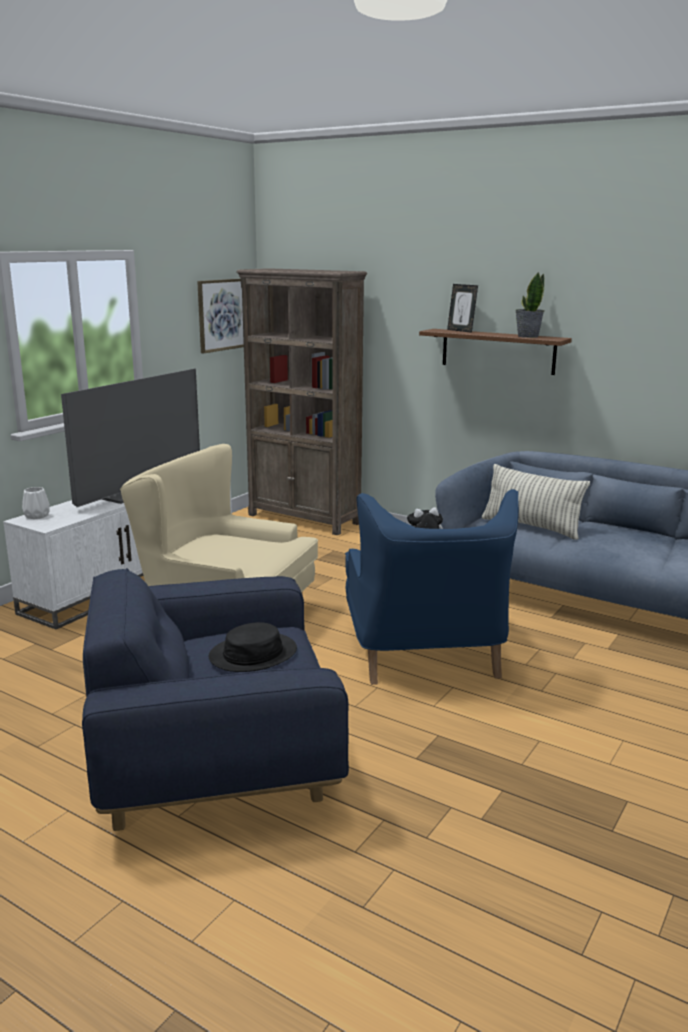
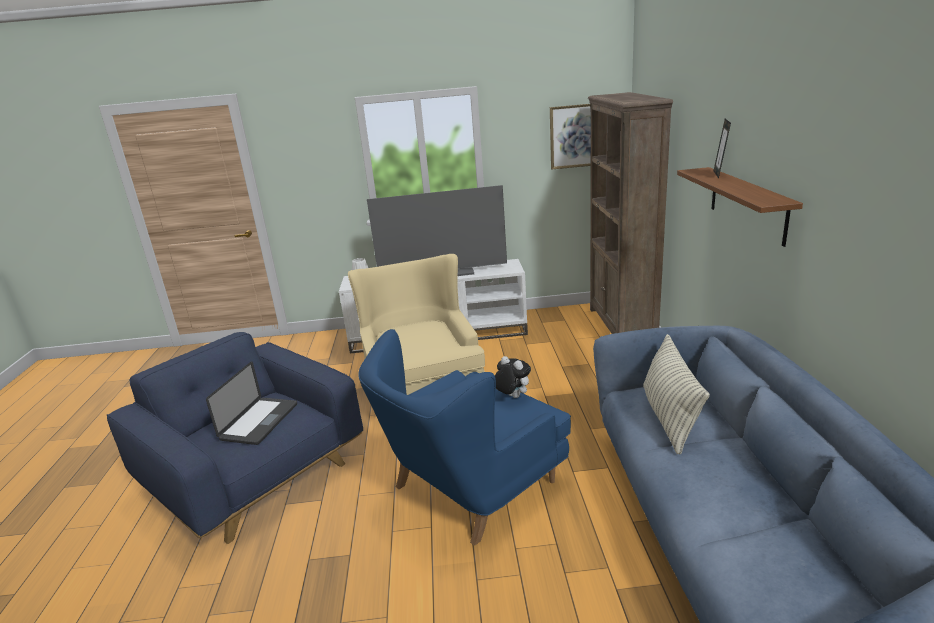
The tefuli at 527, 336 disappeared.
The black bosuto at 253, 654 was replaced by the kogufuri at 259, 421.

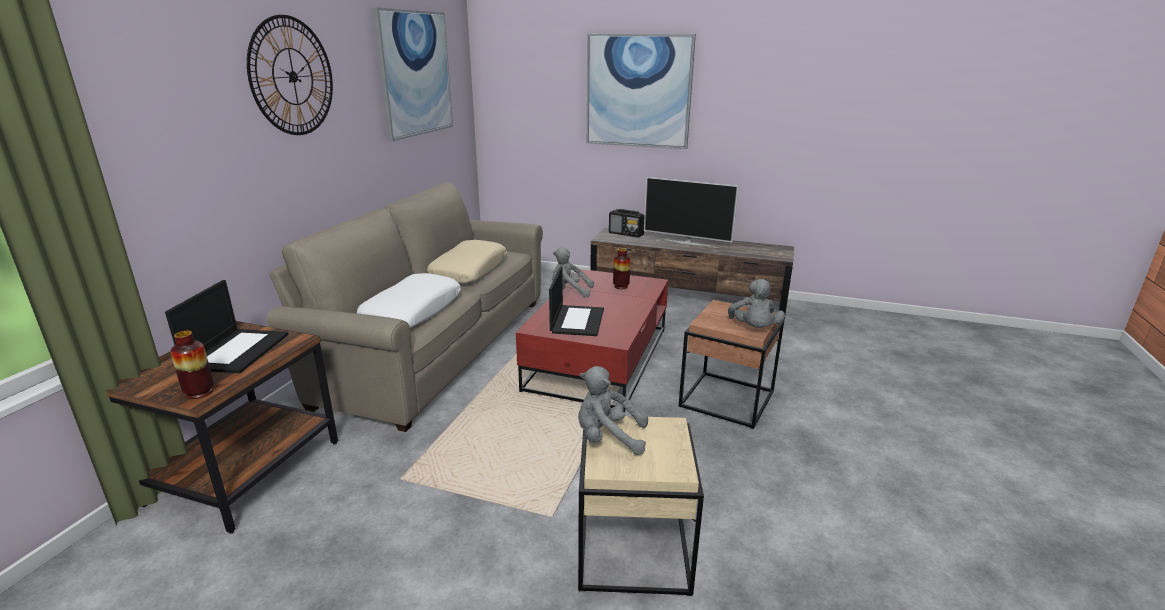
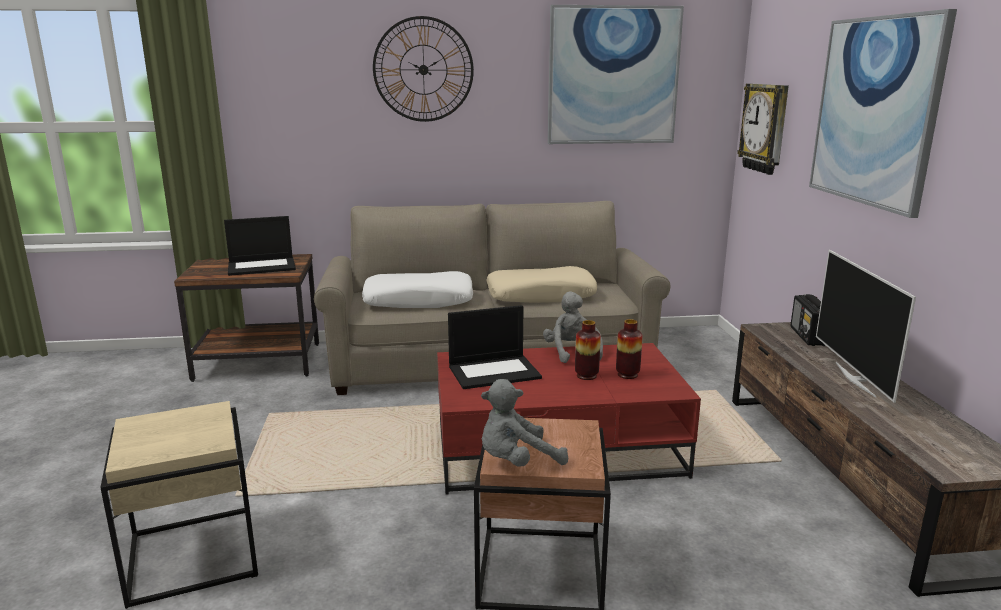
The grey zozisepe at 608, 438 disappeared.
The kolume at 765, 128 appeared.
The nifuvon moved from 199, 393 to 586, 376.

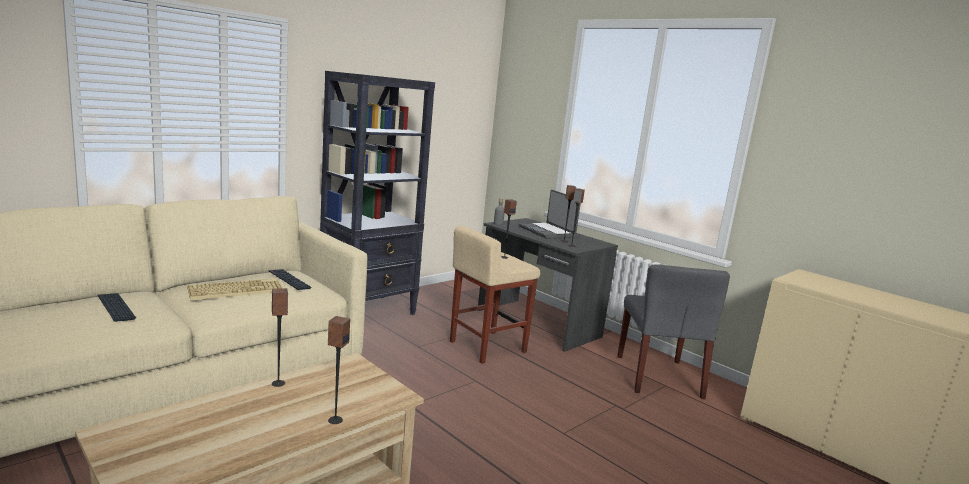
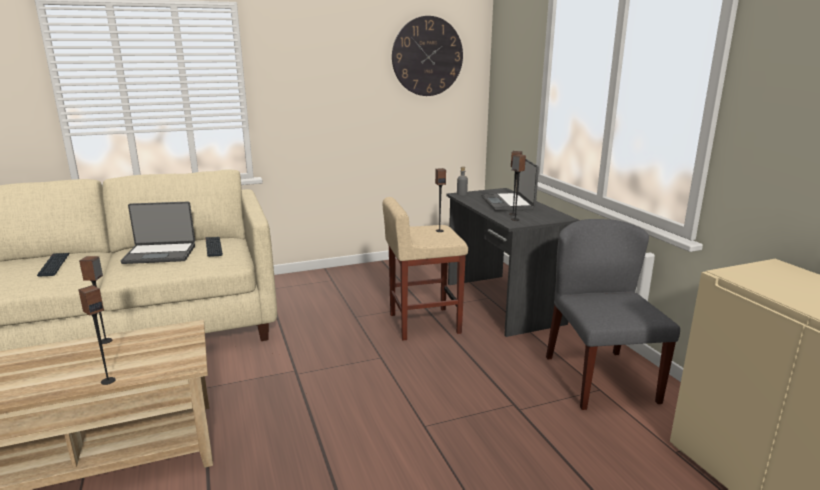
The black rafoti at 368, 312 disappeared.
The kolume at 427, 56 appeared.
The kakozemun at 236, 290 was replaced by the kogufuri at 160, 254.
The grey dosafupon at 658, 376 turned 150 degrees clockwise.

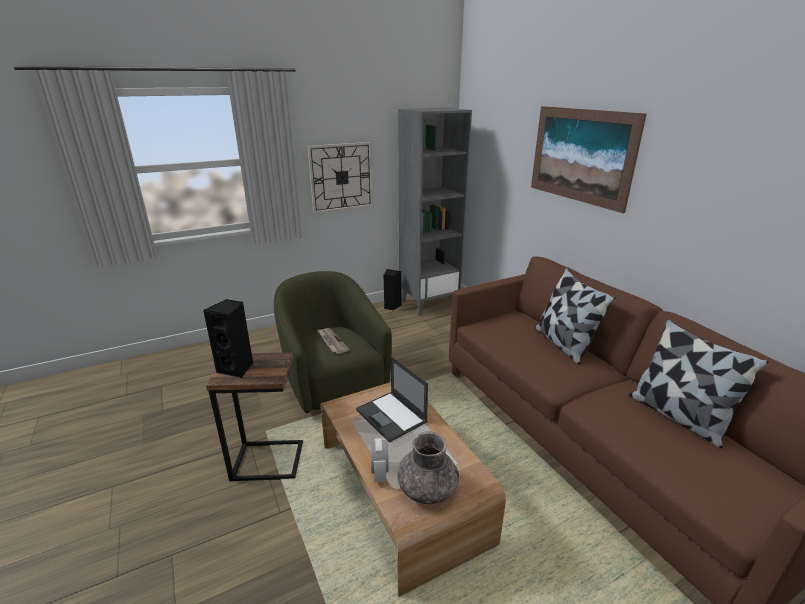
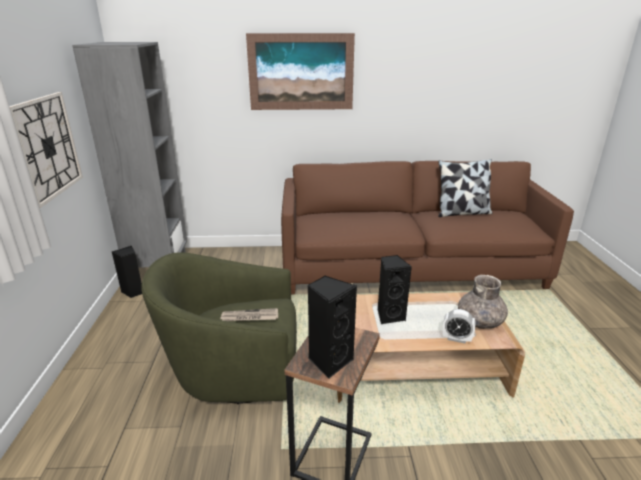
The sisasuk at 563, 344 disappeared.
The kogufuri at 392, 416 was replaced by the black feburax at 389, 316.

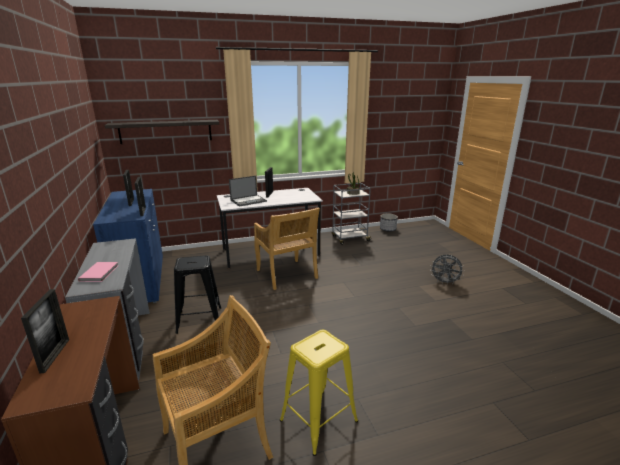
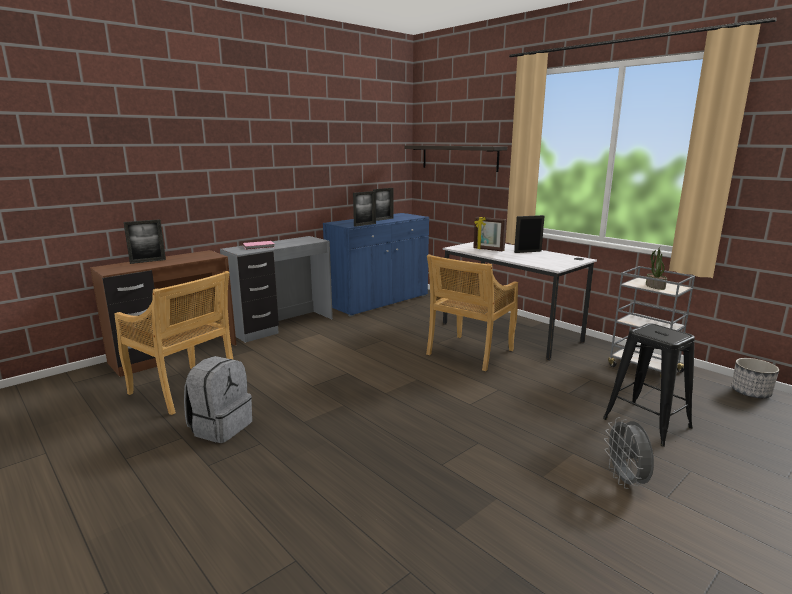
The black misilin moved from 199, 320 to 646, 423.
The kogufuri at 248, 200 was replaced by the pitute at 488, 249.
The yellow misilin at 318, 420 was replaced by the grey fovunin at 220, 427.

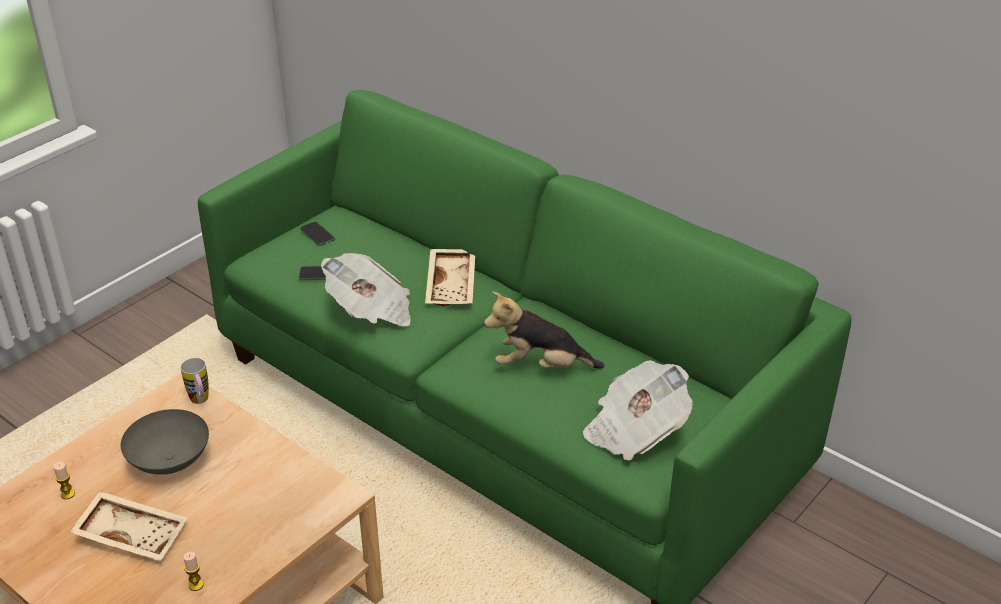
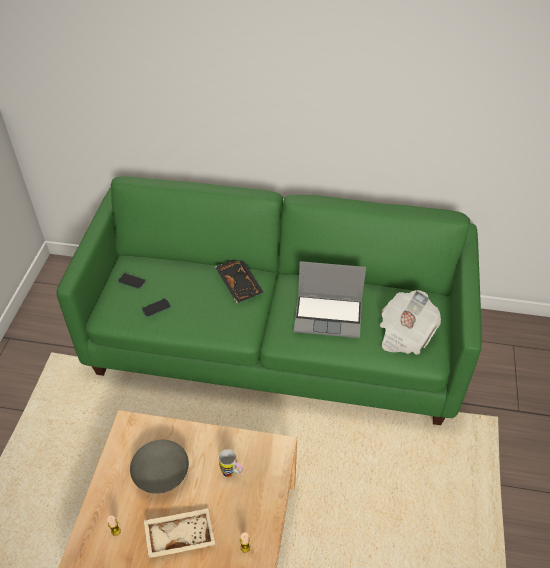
The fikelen at 371, 310 disappeared.
The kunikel moved from 201, 401 to 232, 474.
The zozisepe at 540, 366 was replaced by the kogufuri at 329, 316.
The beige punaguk at 452, 285 became the black punaguk at 240, 284.

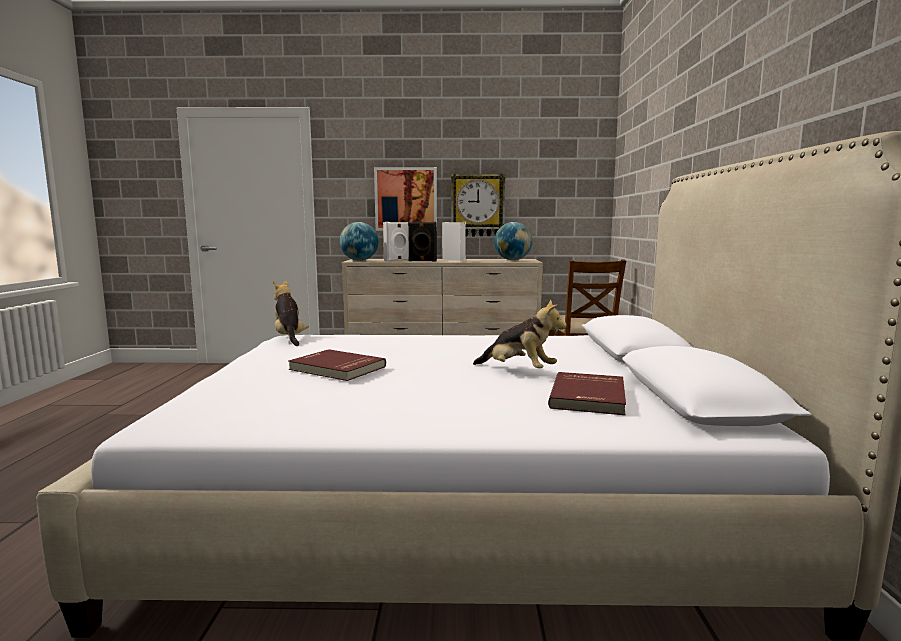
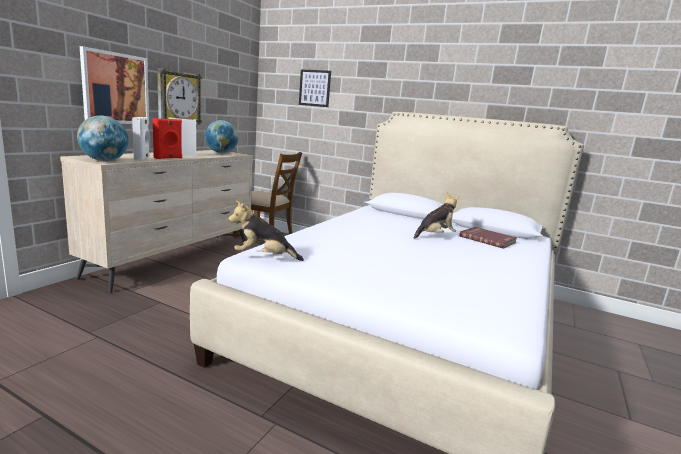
The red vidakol at 336, 368 disappeared.
The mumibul at 314, 88 appeared.
The black feburax at 422, 261 became the red feburax at 168, 158.

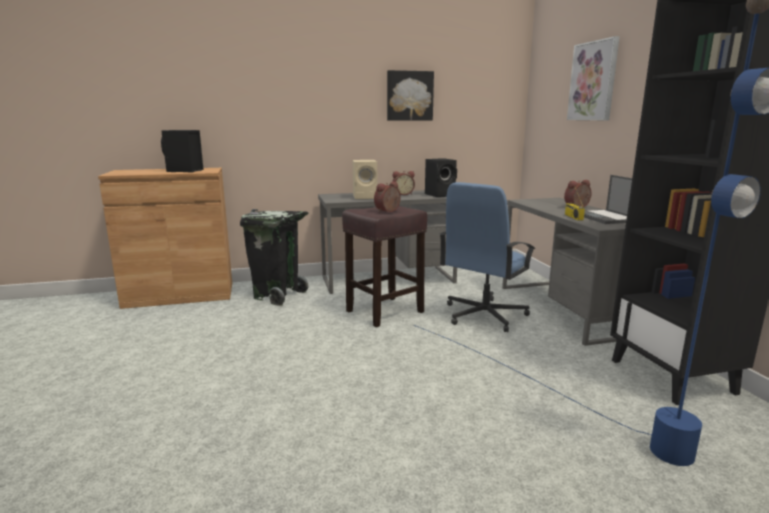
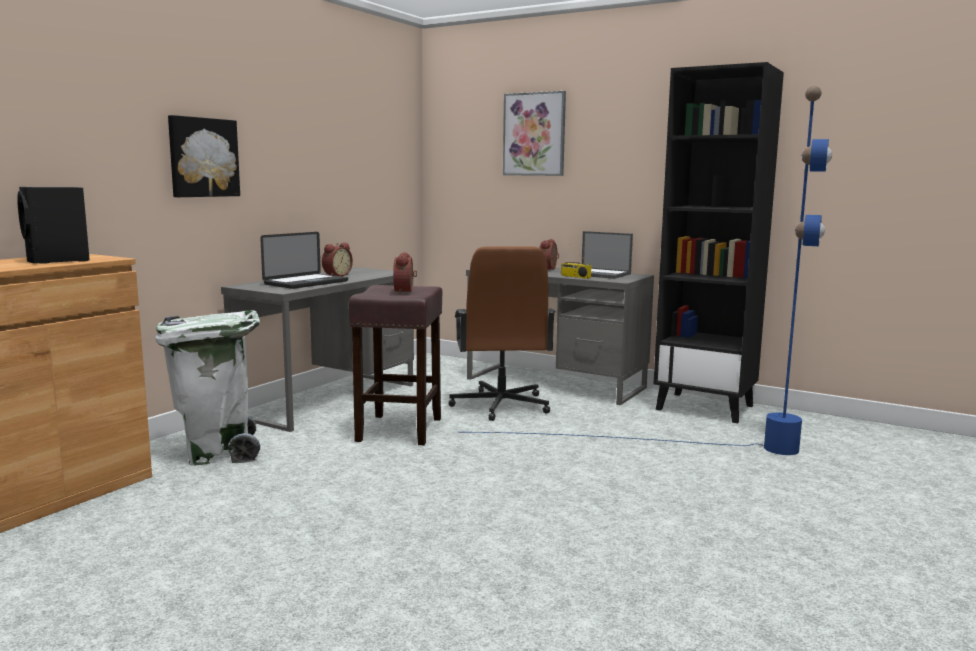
The black feburax at 440, 195 disappeared.
The mumibul moved from 409, 96 to 203, 157.
The beige feburax at 366, 197 was replaced by the kogufuri at 306, 283.
The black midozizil at 277, 295 became the white midozizil at 218, 452.
The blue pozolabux at 483, 315 became the brown pozolabux at 500, 405.

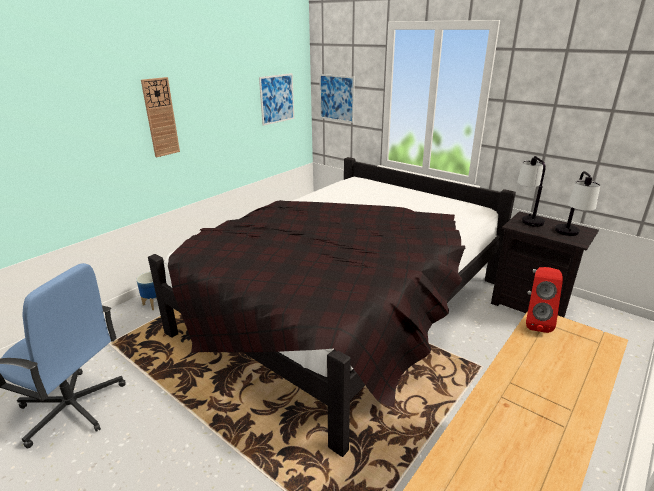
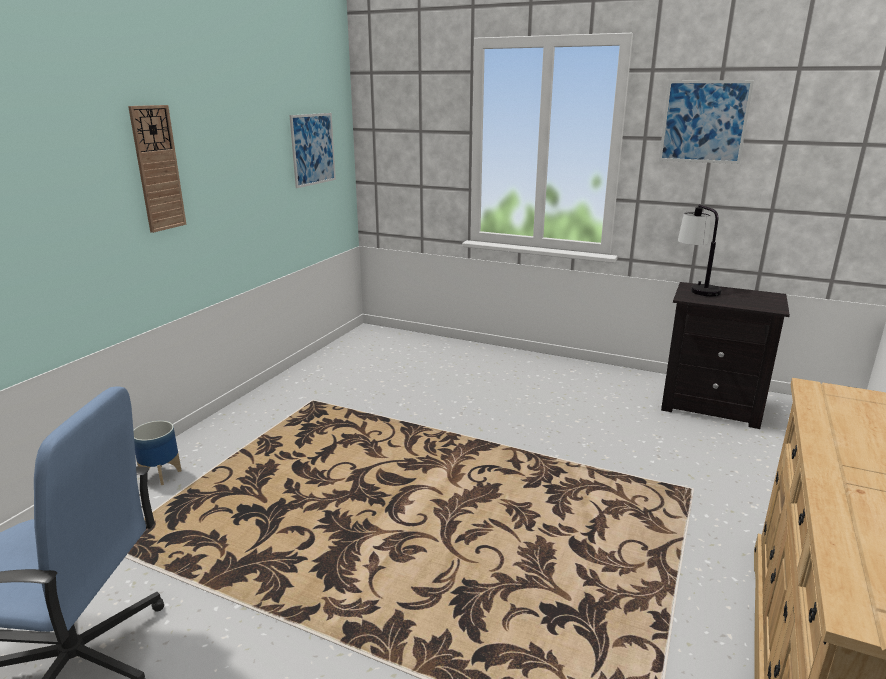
The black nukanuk at 345, 307 disappeared.
The red feburax at 536, 323 disappeared.
The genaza at 569, 236 disappeared.
The mumibul moved from 336, 98 to 704, 122.

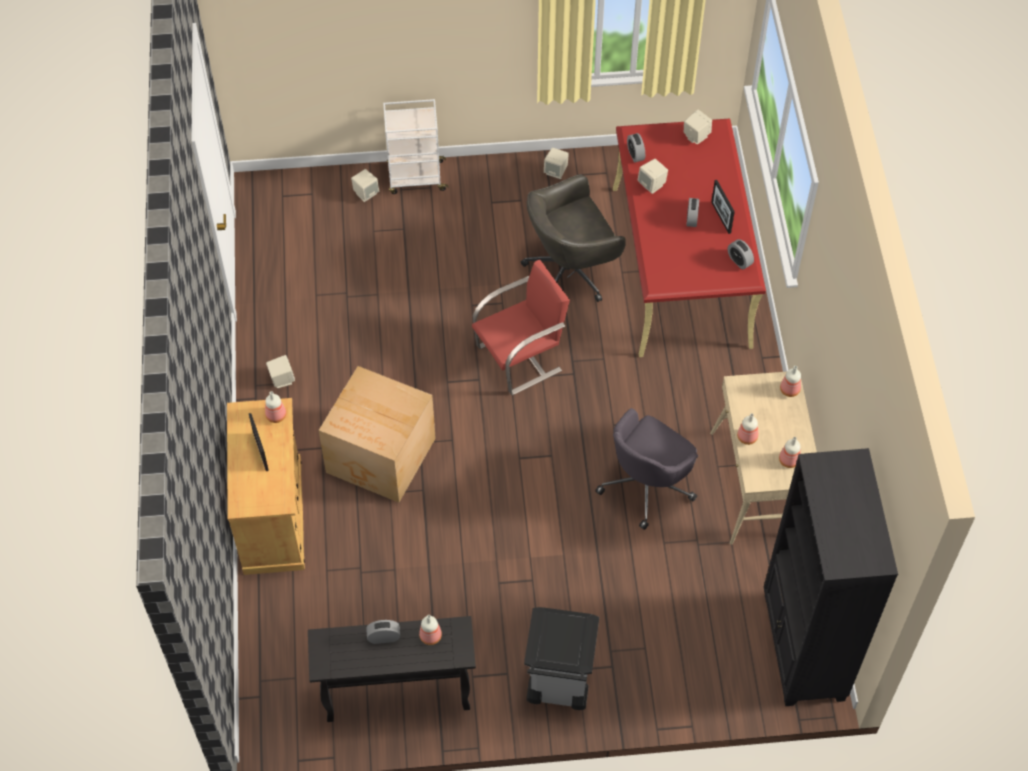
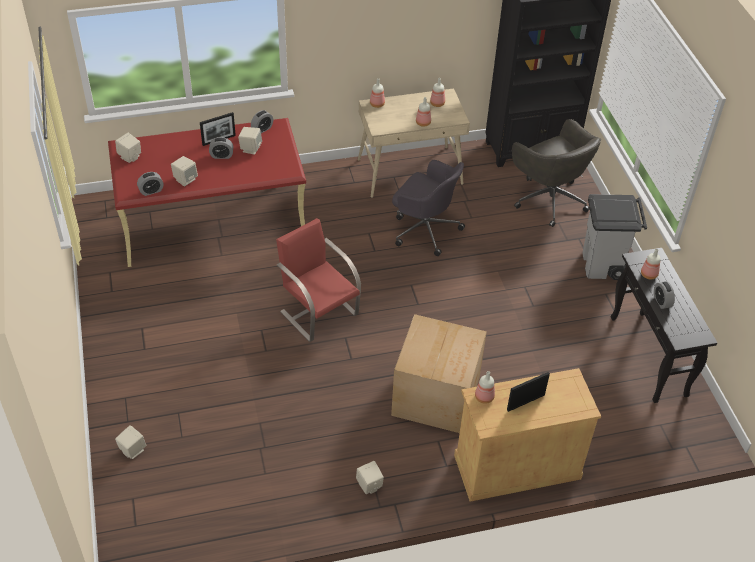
The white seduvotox at 415, 177 disappeared.
The grey pozolabux moved from 571, 271 to 549, 199.
The beige feburax moved from 556, 171 to 250, 148.

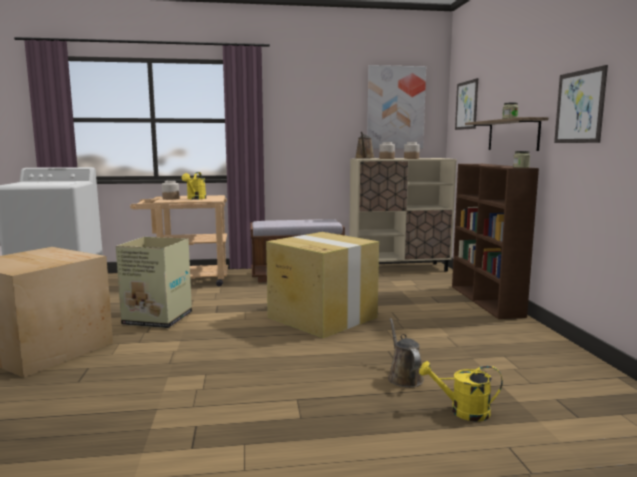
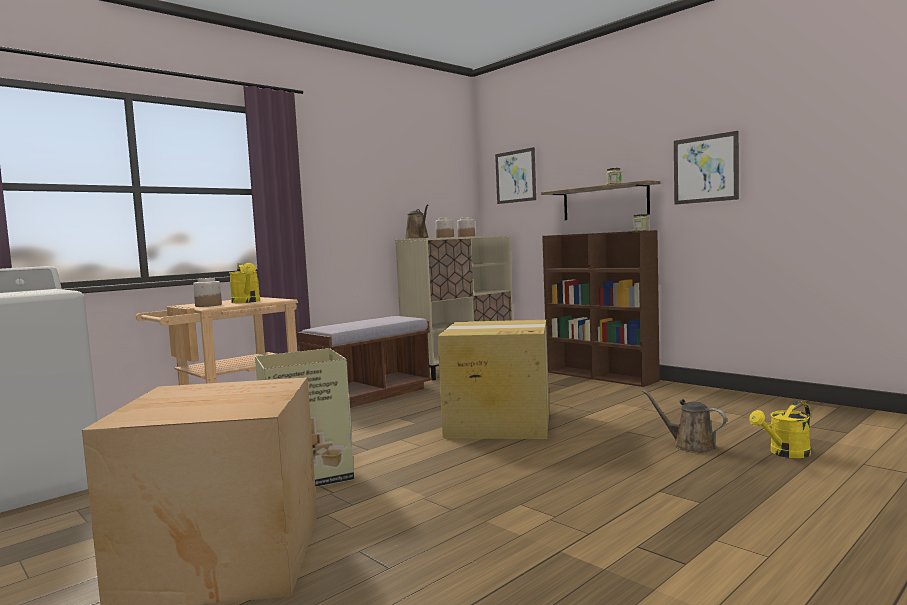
The mumibul at 395, 108 disappeared.

